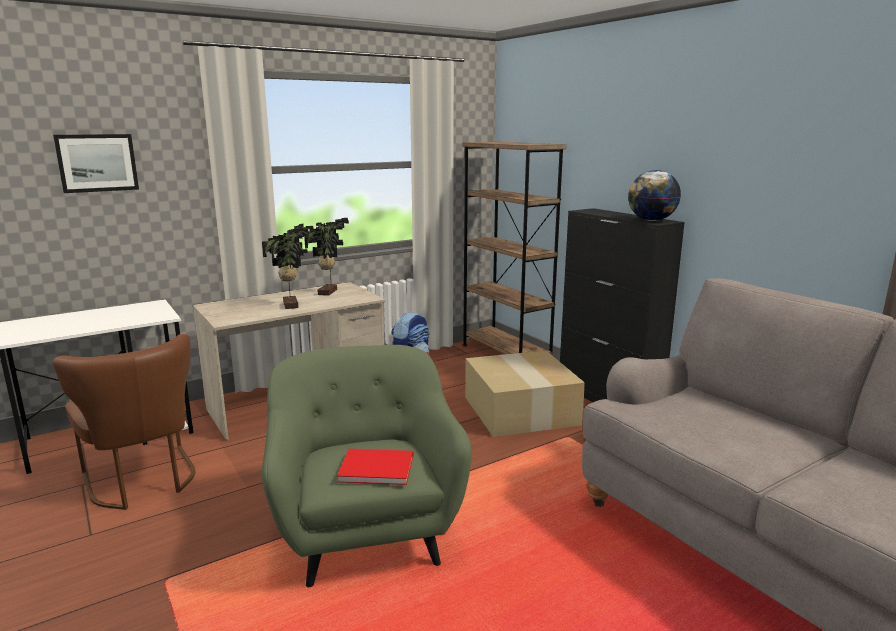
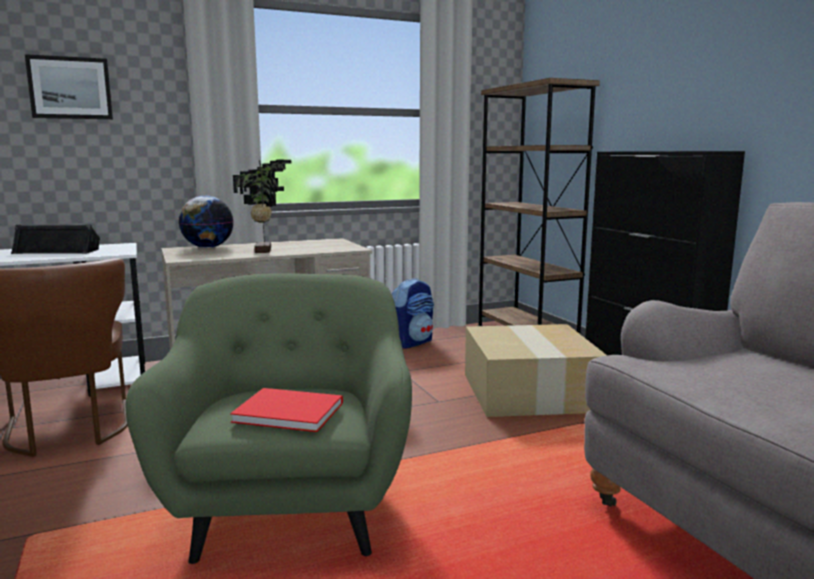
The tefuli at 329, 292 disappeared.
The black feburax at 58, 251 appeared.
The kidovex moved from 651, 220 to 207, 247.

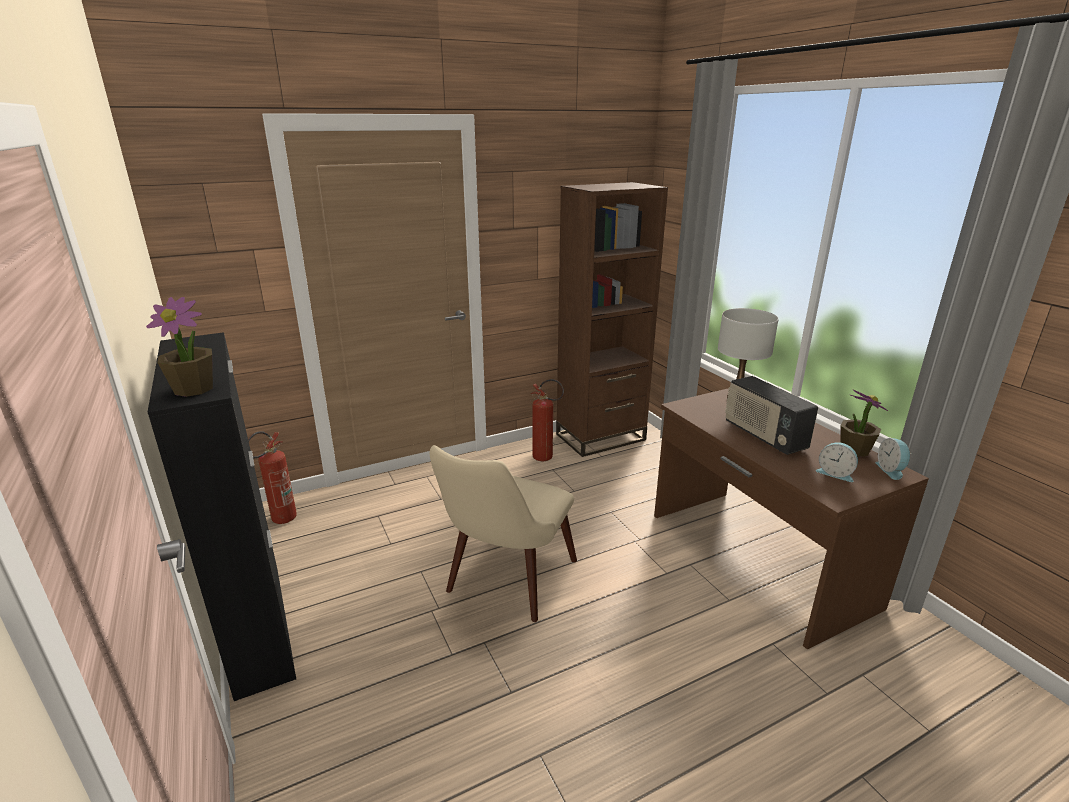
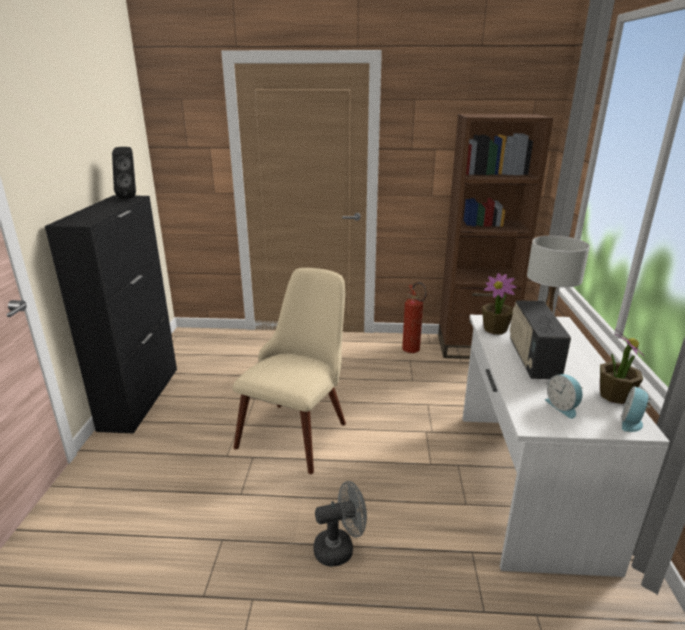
The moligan at 280, 521 disappeared.
The black feburax at 130, 197 appeared.
The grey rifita at 340, 548 appeared.
The tefuli moved from 194, 389 to 495, 329.
The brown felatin at 756, 558 became the white felatin at 525, 483.
The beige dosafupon at 504, 585 turned 150 degrees clockwise.

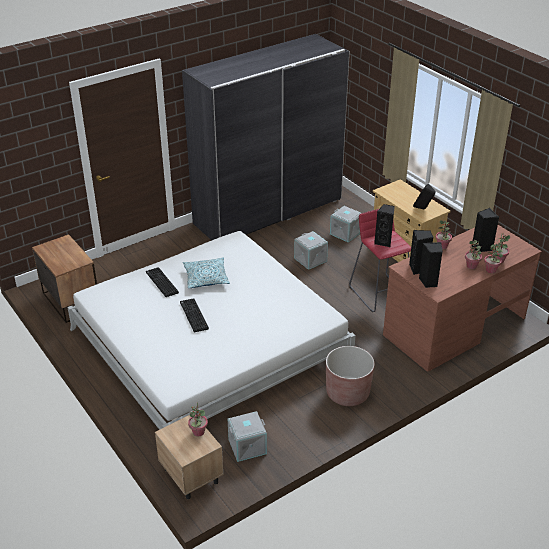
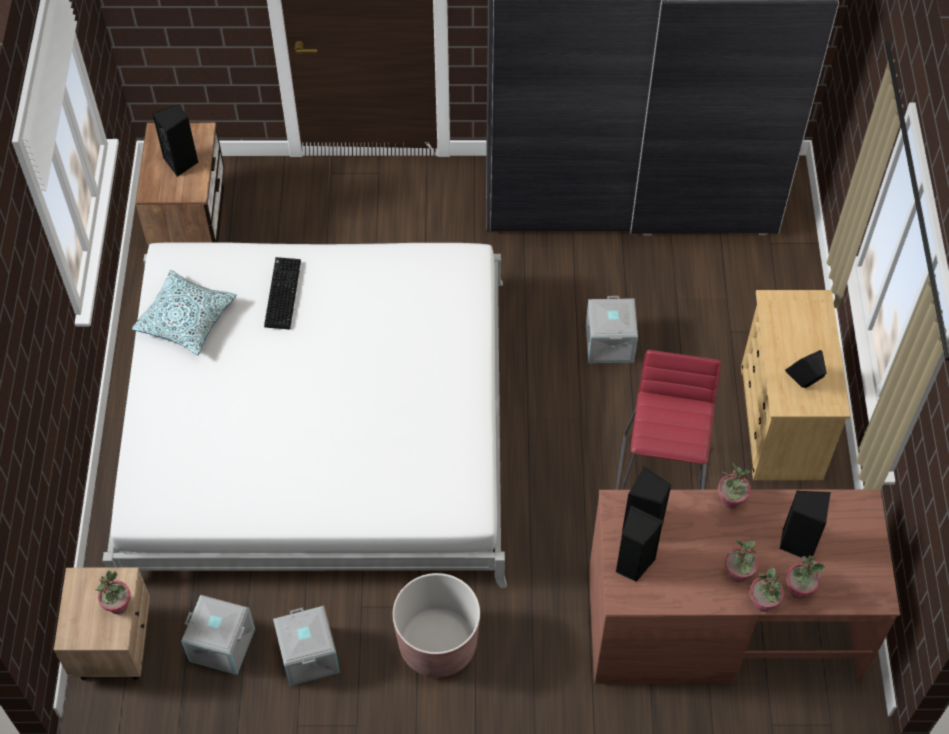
The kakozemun at 193, 315 disappeared.
The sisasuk moved from 206, 278 to 186, 319.
The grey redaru moved from 346, 233 to 310, 656.
The black feburax moved from 384, 242 to 182, 162.

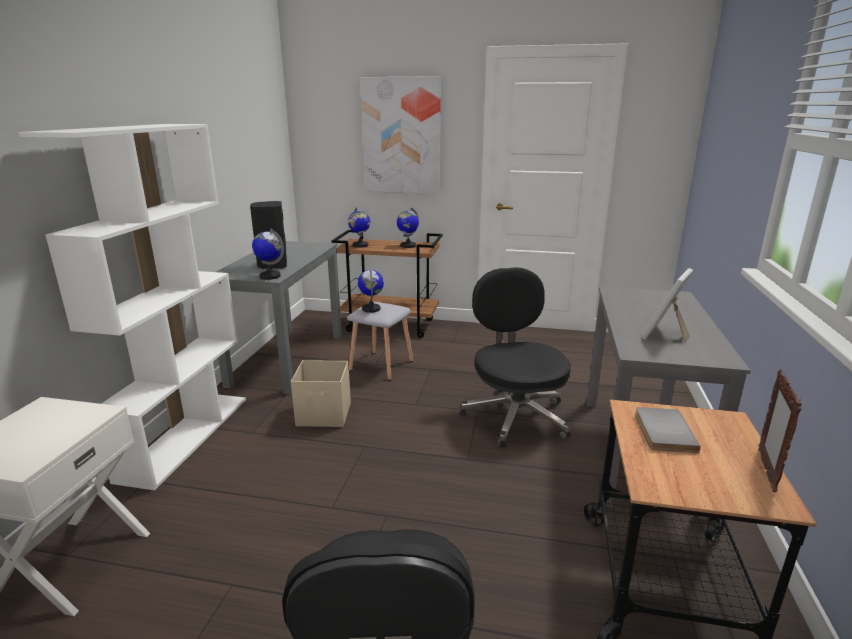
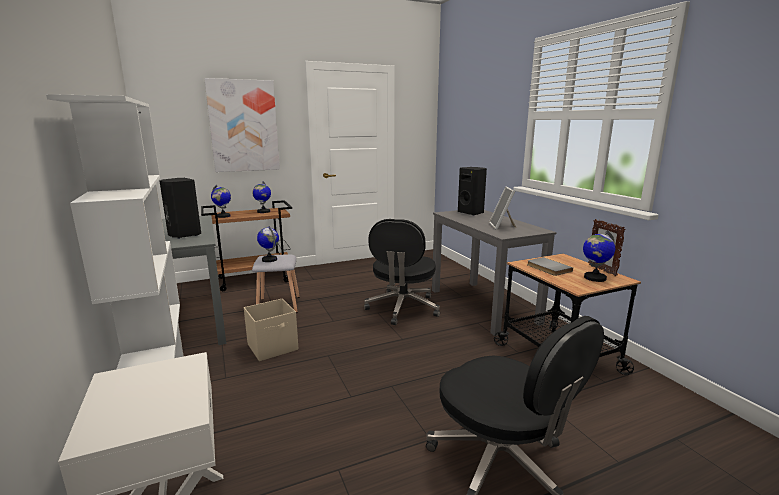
The black feburax at 471, 213 appeared.
The kidovex moved from 270, 276 to 594, 278.
The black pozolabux at 515, 416 turned 120 degrees counterclockwise.

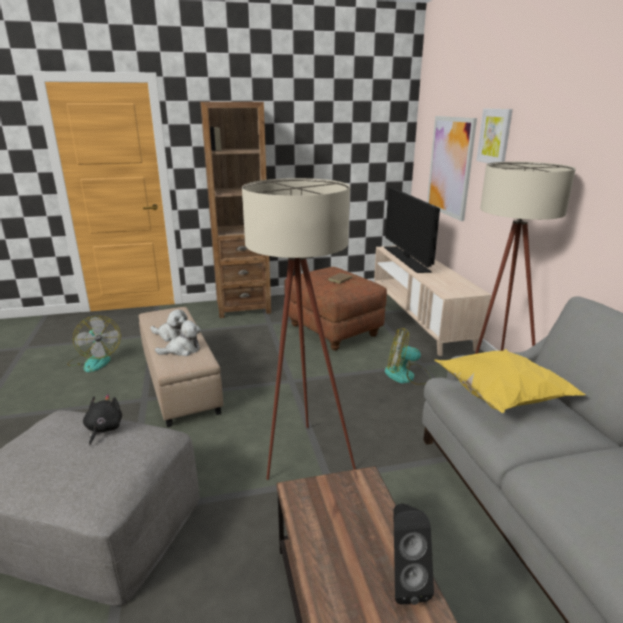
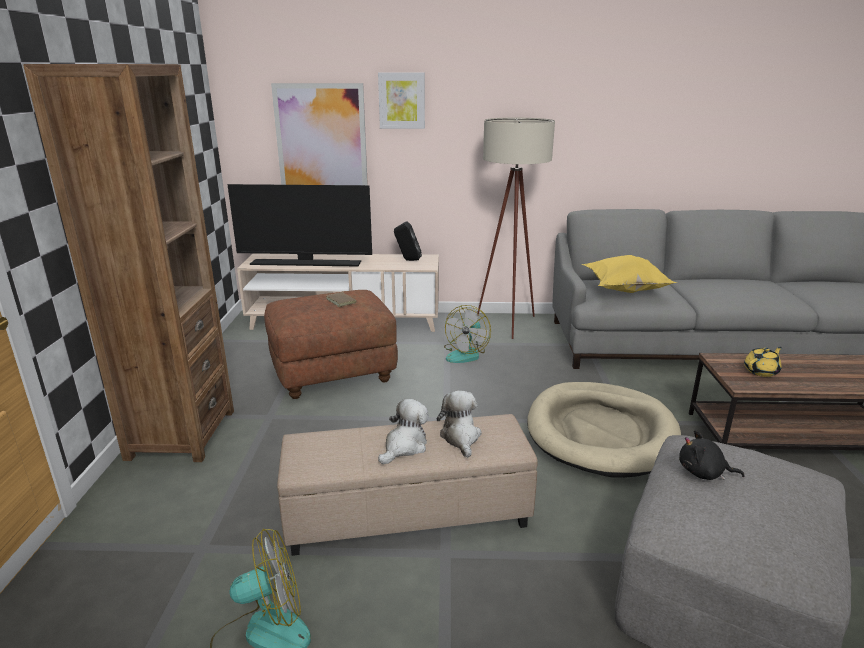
The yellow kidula at 761, 371 appeared.
The black feburax moved from 404, 581 to 408, 260.
The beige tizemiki at 300, 461 was replaced by the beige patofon at 601, 432.

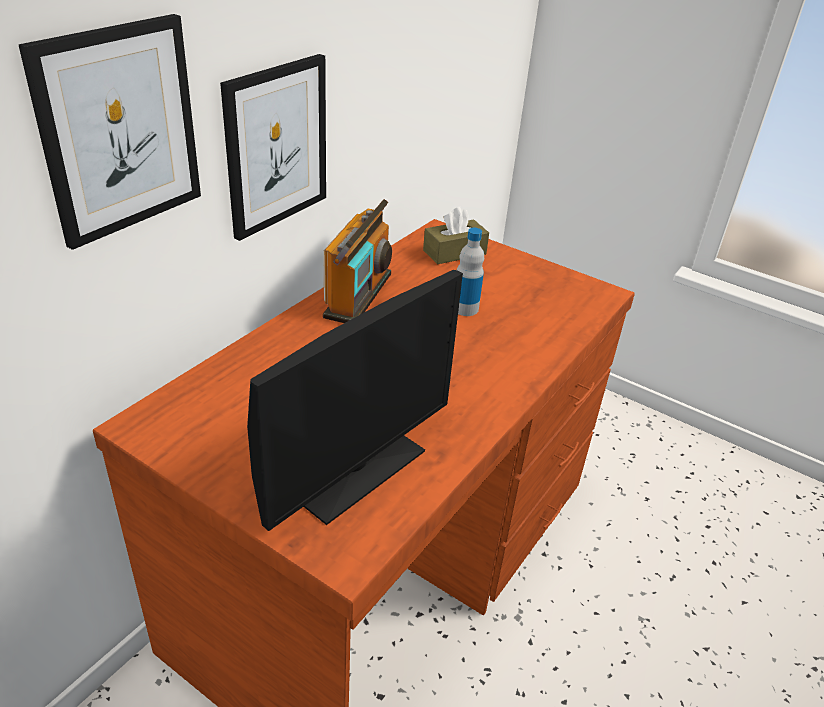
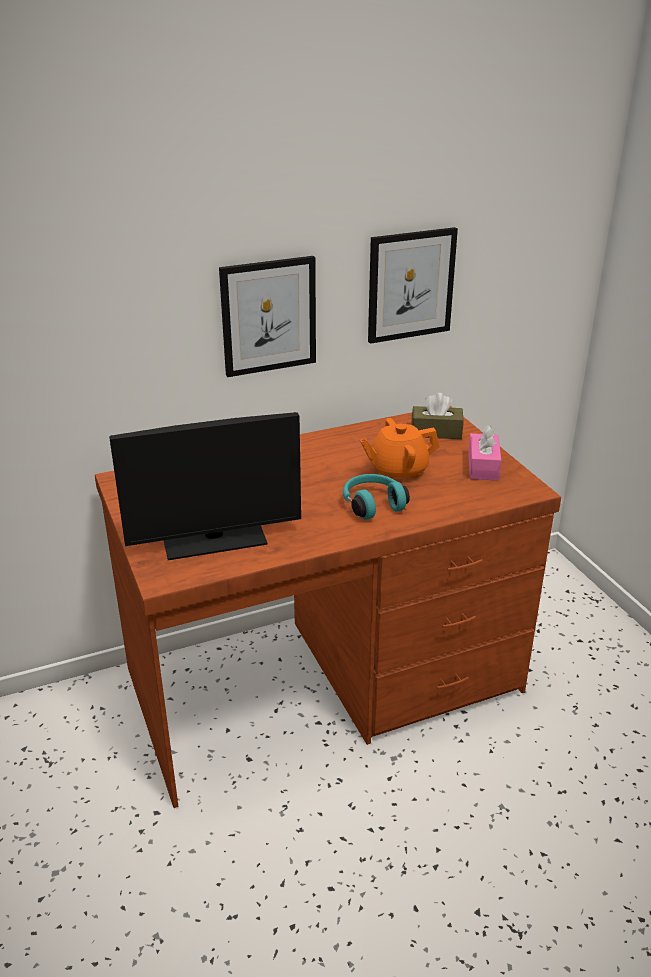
The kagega at 358, 295 disappeared.
The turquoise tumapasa at 372, 505 appeared.
The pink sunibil at 483, 466 appeared.
The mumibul moved from 120, 130 to 410, 285.
The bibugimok at 465, 308 was replaced by the orange kidula at 398, 471.

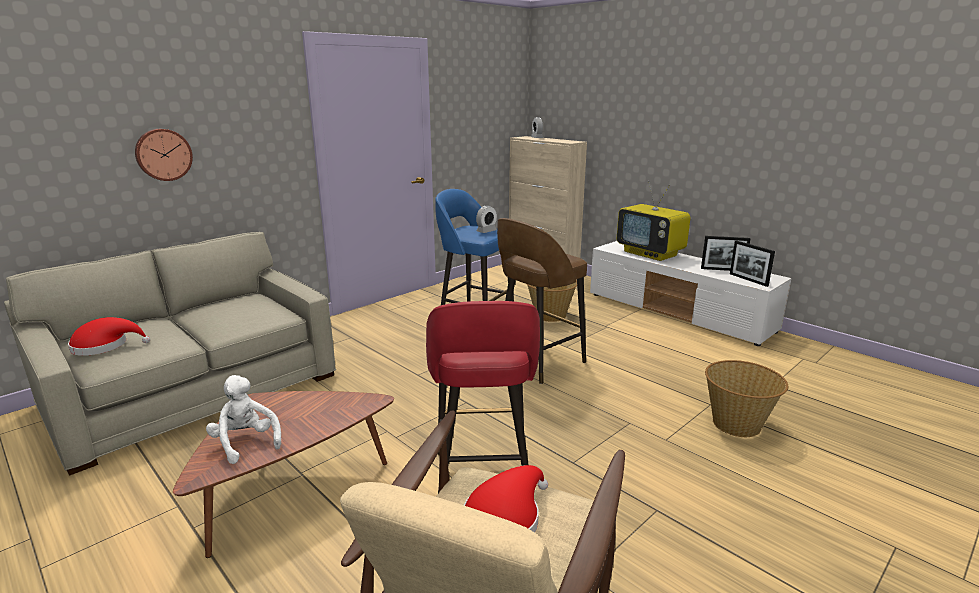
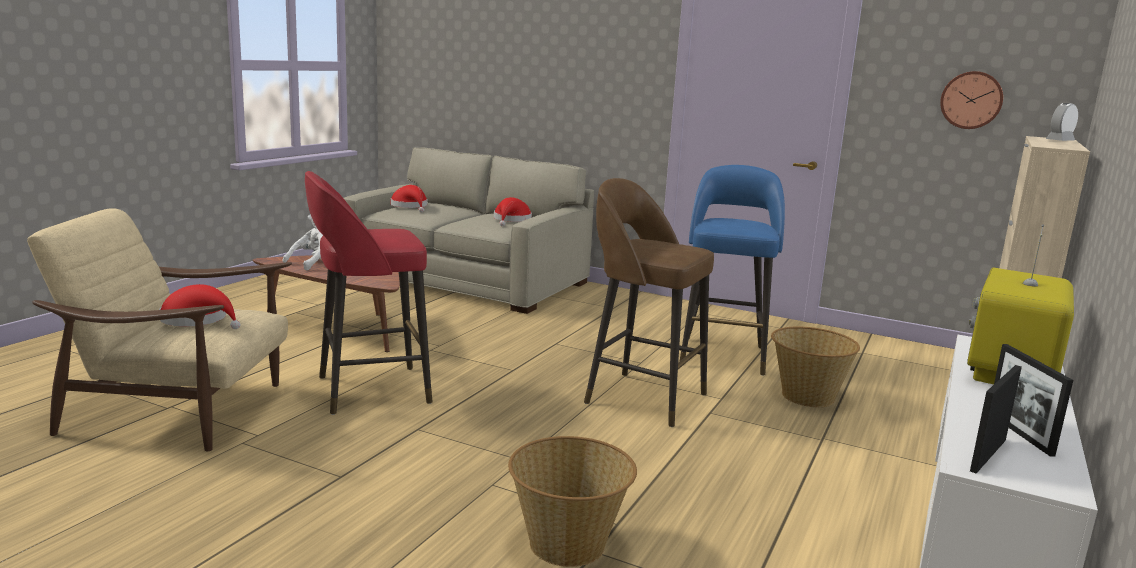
The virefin at 486, 231 disappeared.
The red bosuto at 511, 220 appeared.
The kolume moved from 163, 154 to 971, 100.

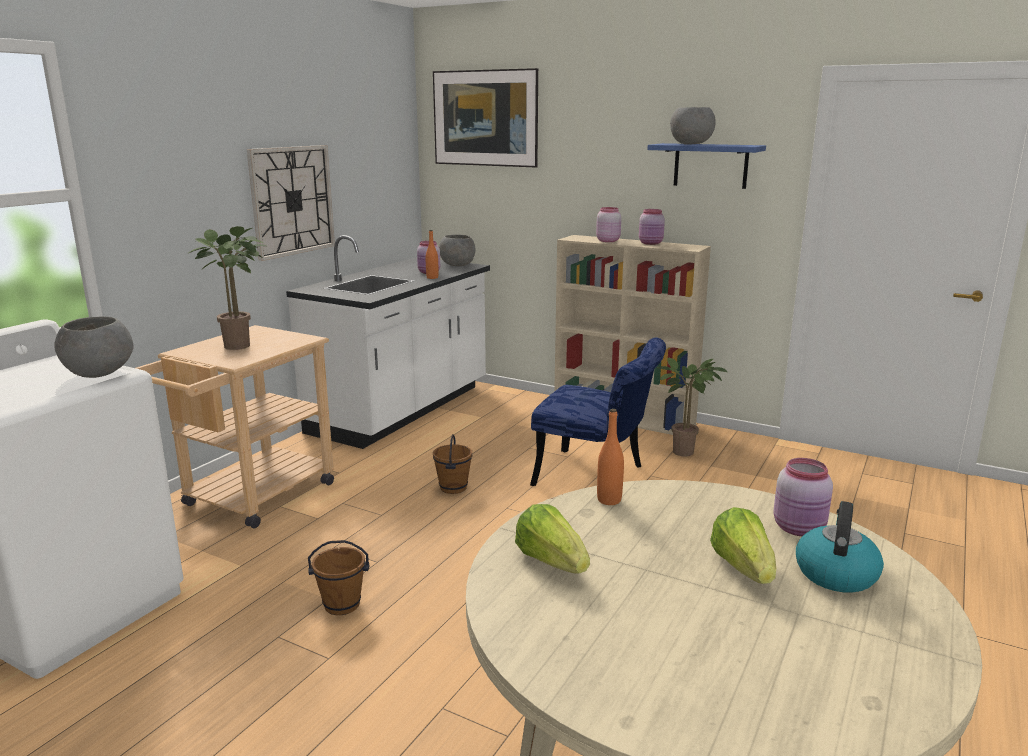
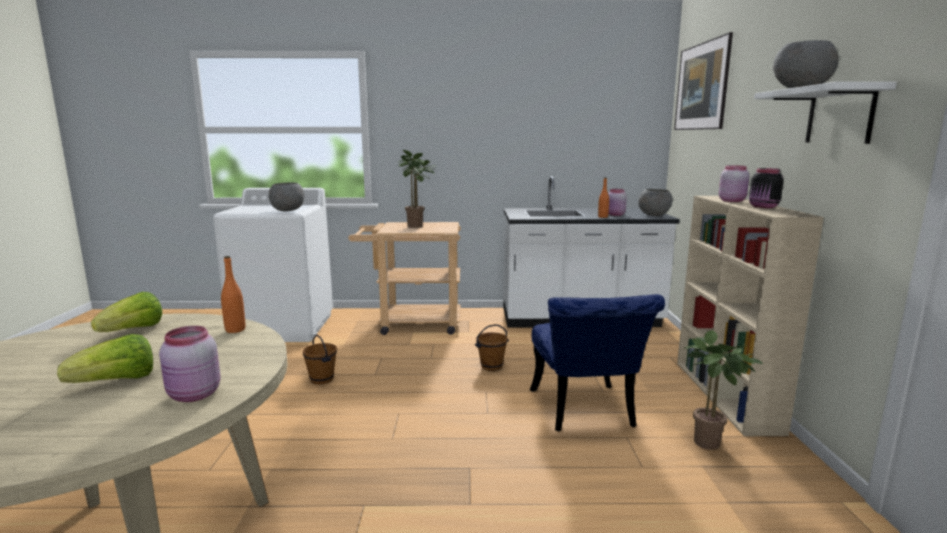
The kolume at 292, 201 disappeared.
The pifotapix at 835, 573 disappeared.
The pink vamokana at 651, 243 became the black vamokana at 763, 207.
The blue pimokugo at 710, 165 became the white pimokugo at 839, 115.

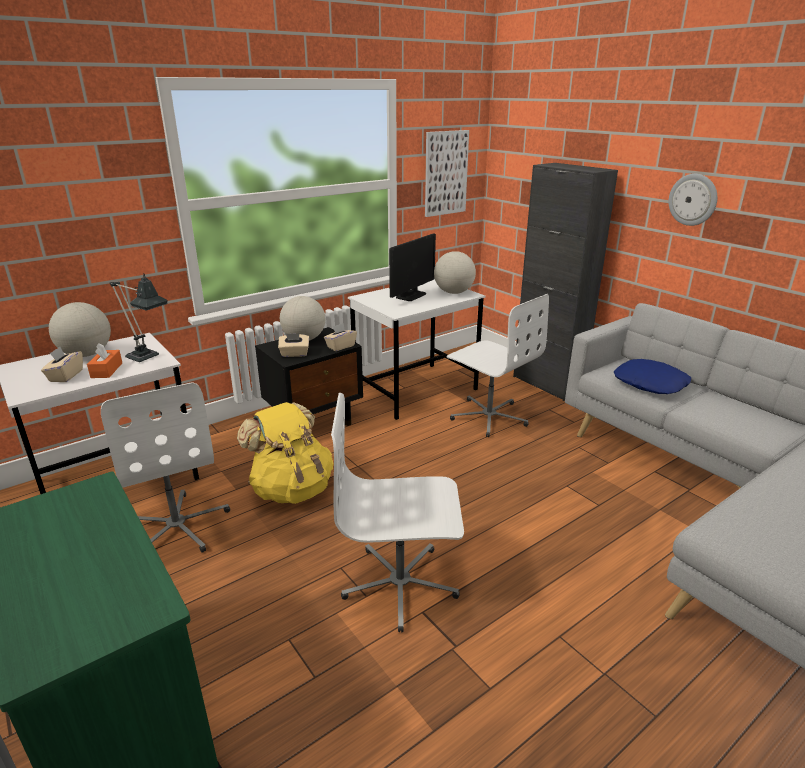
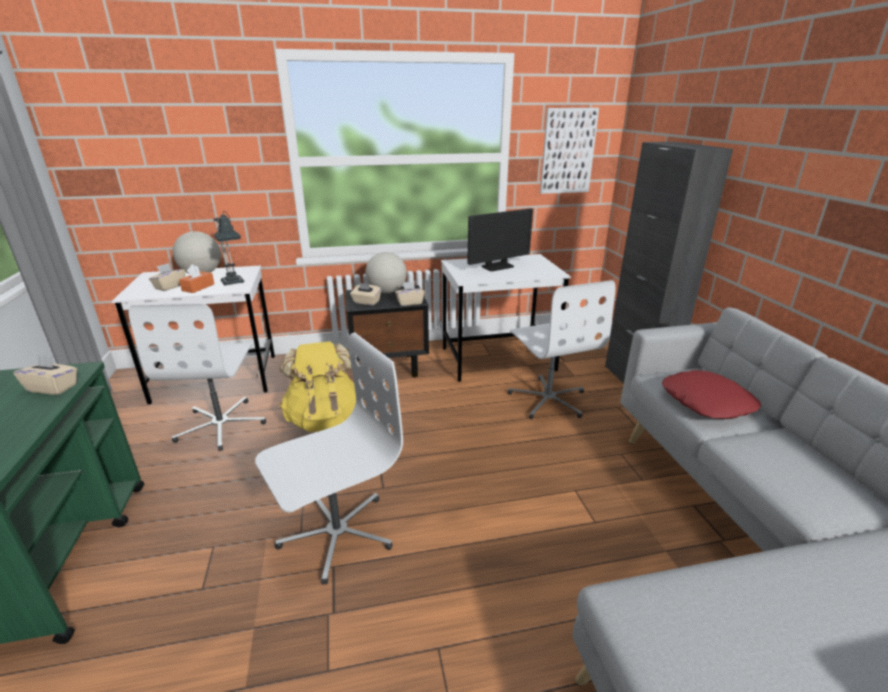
The kidovex at 454, 292 disappeared.
The kolume at 693, 199 disappeared.
The beige sunibil at 53, 388 appeared.
The blue sisasuk at 650, 383 became the red sisasuk at 707, 402.
The white pozolabux at 400, 585 turned 120 degrees clockwise.

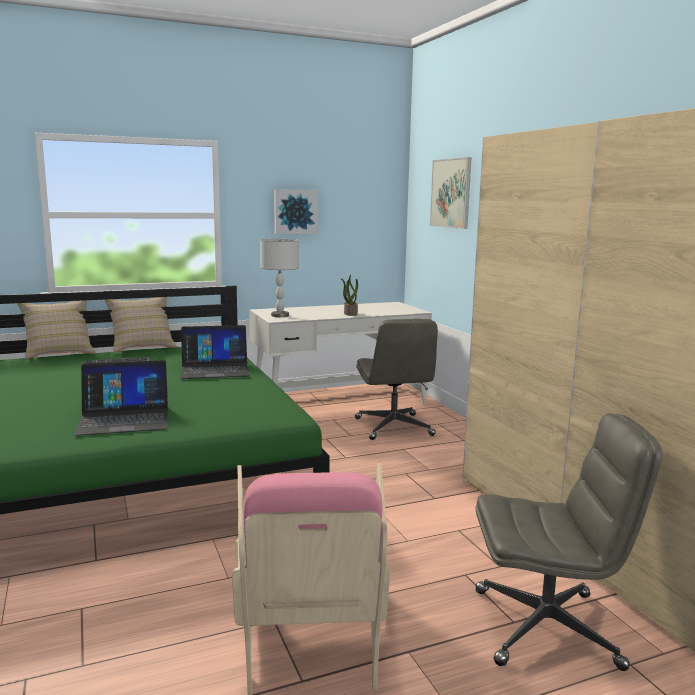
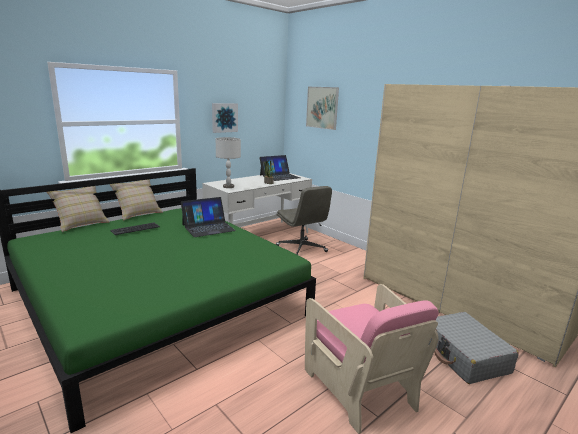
The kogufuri moved from 124, 419 to 279, 176.
The grey pozolabux at 547, 627 was replaced by the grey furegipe at 464, 356.

